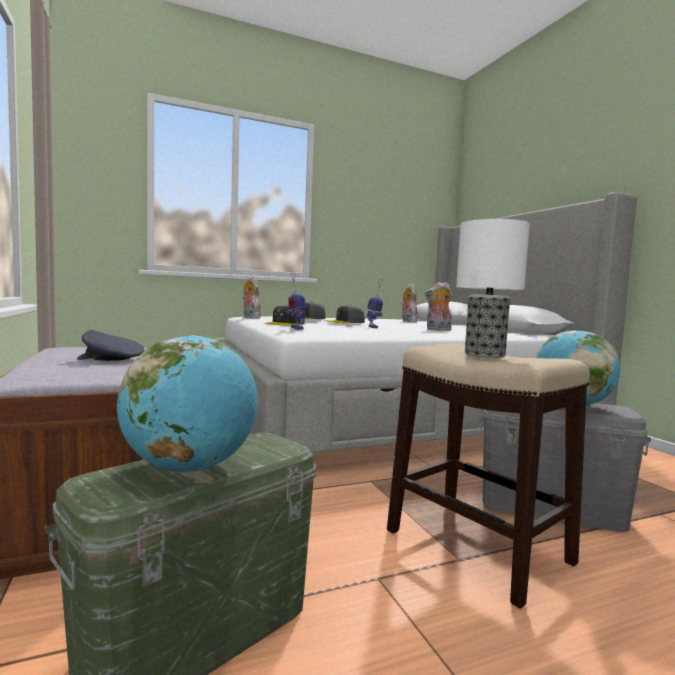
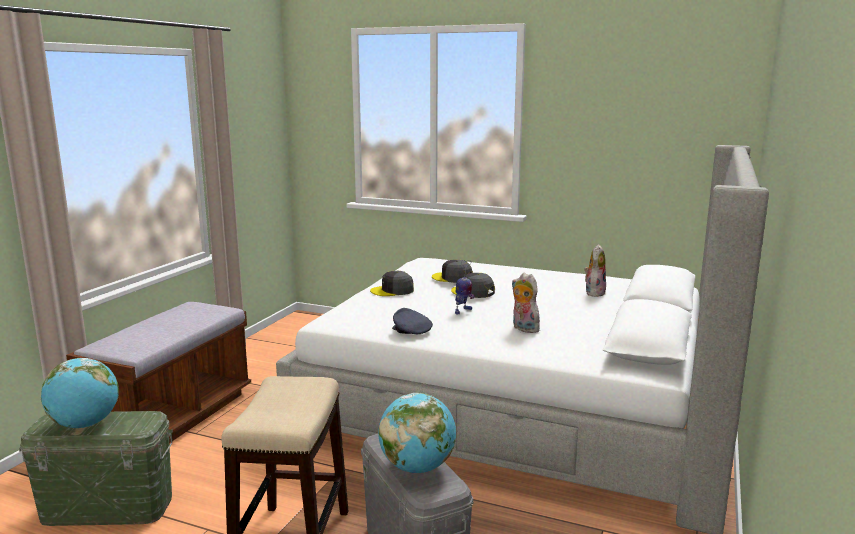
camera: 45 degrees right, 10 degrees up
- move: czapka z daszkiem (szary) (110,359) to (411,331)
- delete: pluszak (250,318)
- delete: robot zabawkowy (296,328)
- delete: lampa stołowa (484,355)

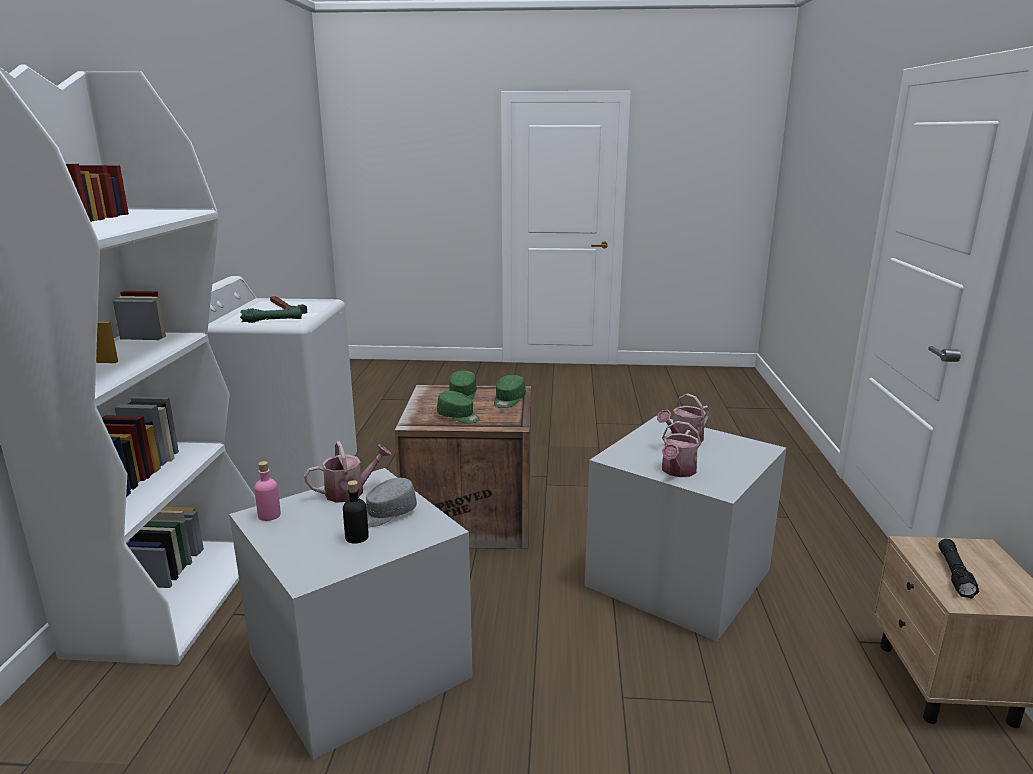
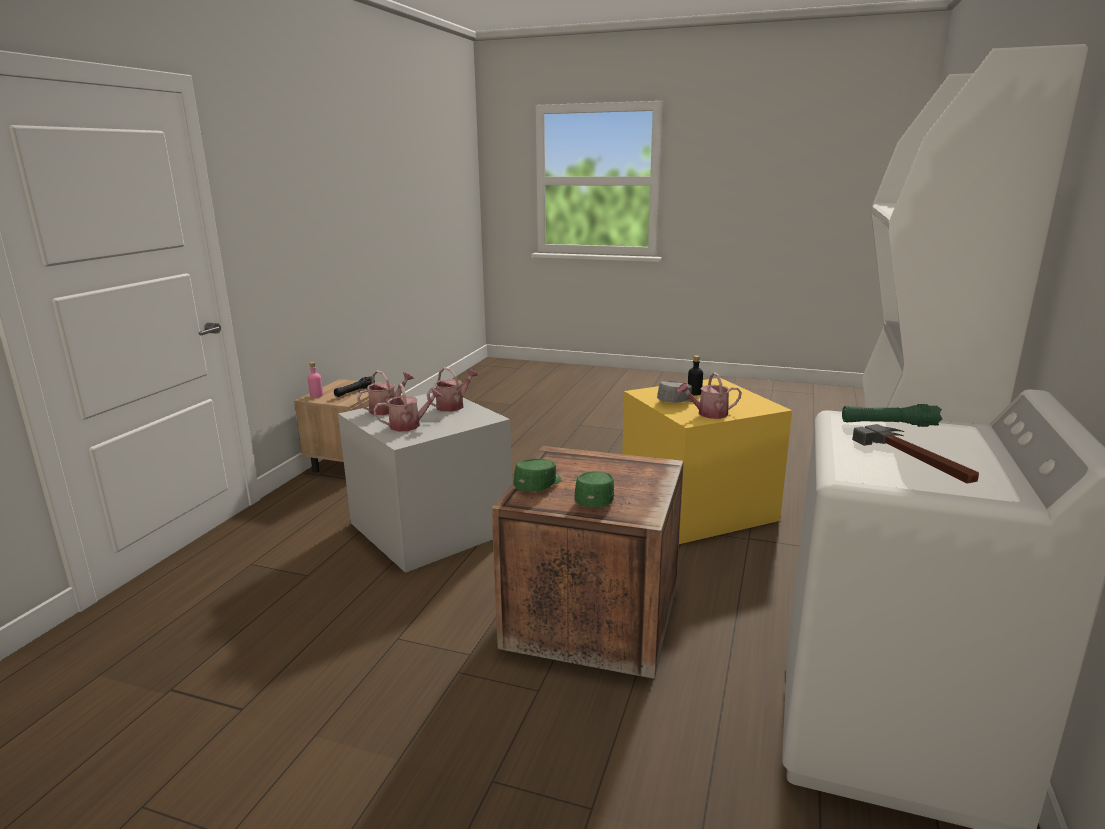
camera: 165 degrees left, 0 degrees up
- recolor: pojemnik do przechowywania (szary) (363,666) to pojemnik do przechowywania (żółty) (694,506)
- move: butelka (różowy) (269,515) to (316,395)
- delete: czapka z daszkiem (zielony) (459,417)
- insert: konewka (387,409)

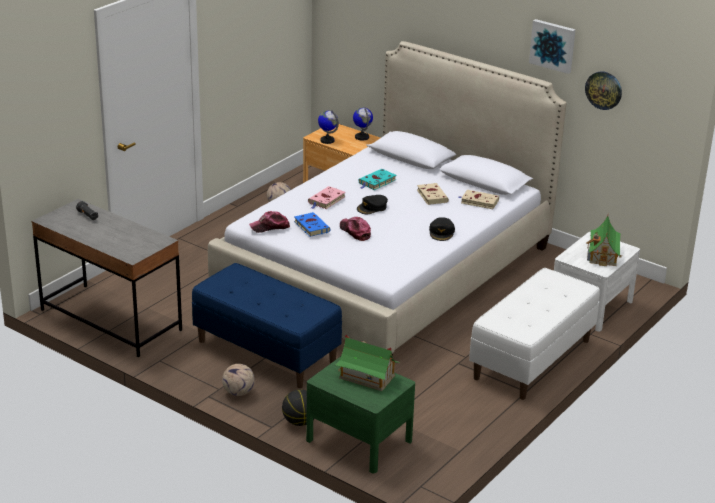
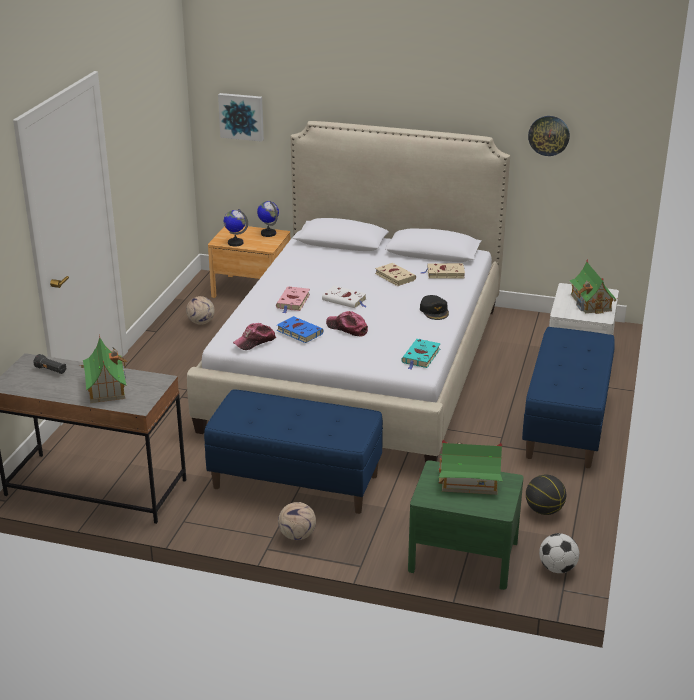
camera: 20 degrees left, 0 degrees up
- move: piłka do koszykówki (299,422) to (544,510)
- replace: czapka z daszkiem (czarny) (372,208) to książka (biały) (345,300)
- move: książka (turkusowy) (376,182) to (421,357)
- recolor: ławka (biały) (532,360) to ławka (niebieski) (566,424)
- move: obraz (553,45) to (241,116)
- insert: domek (106,387)
- insert: piłka futbolowa (557,568)

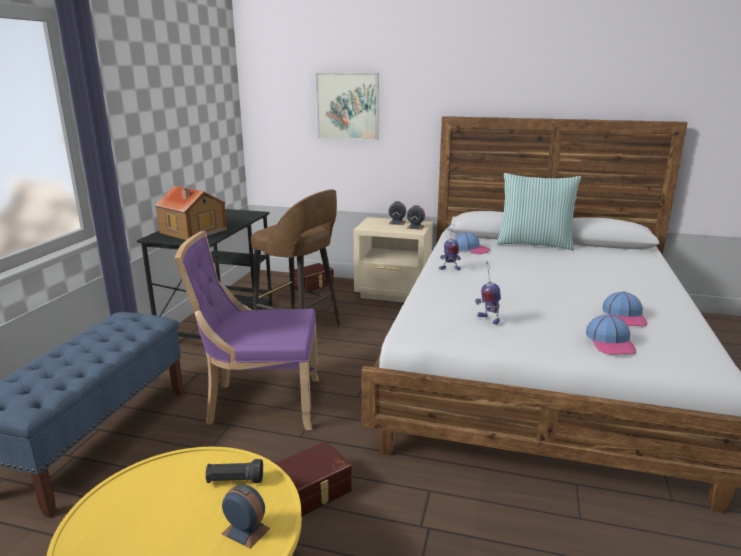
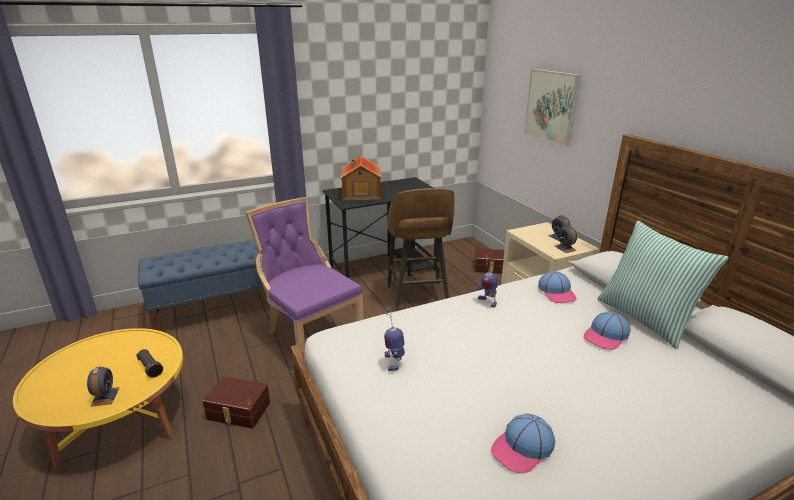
camera: 50 degrees right, 5 degrees up
- move: czapka z daszkiem (610,343) to (606,336)

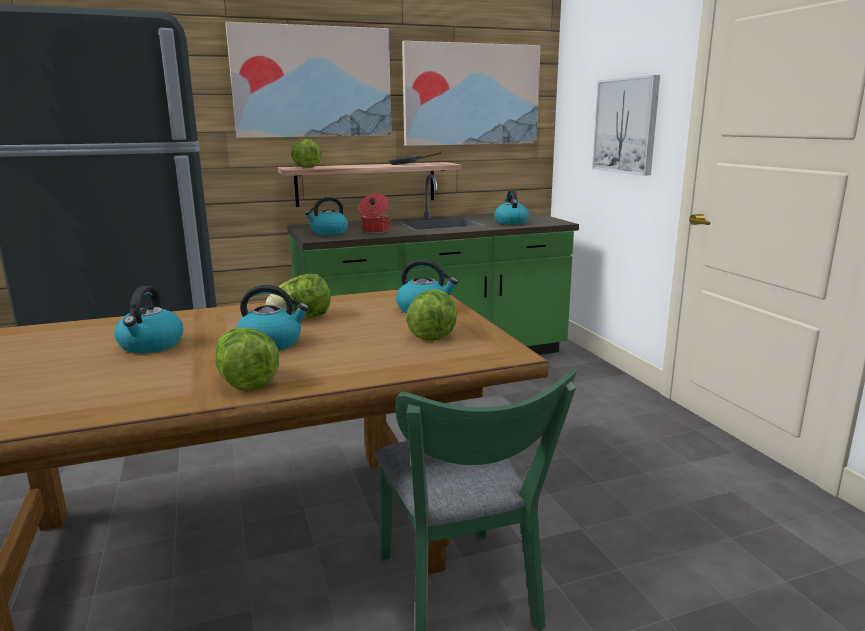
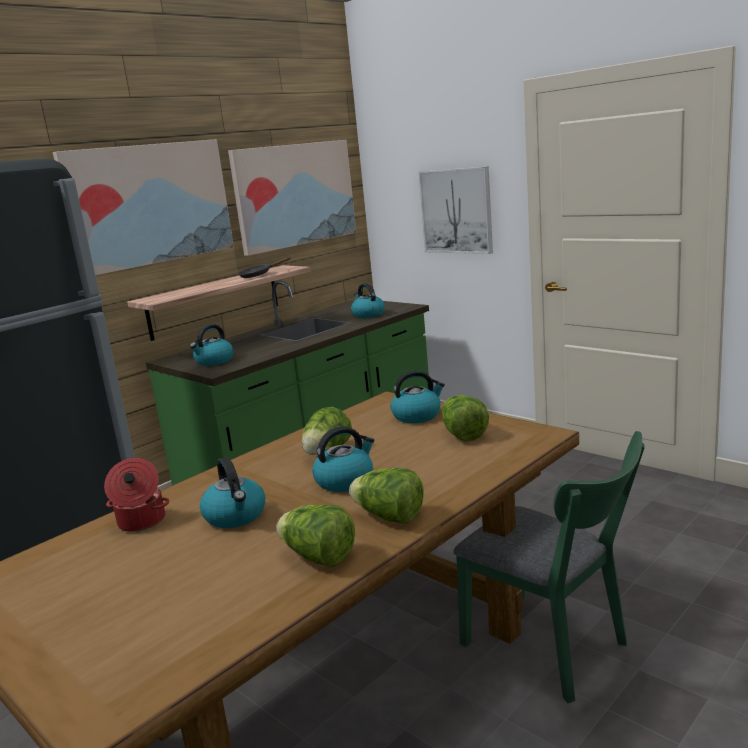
camera: 25 degrees left, 0 degrees up
- move: sałata (304,167) to (318,557)
- move: garnek (375,231) to (141,522)

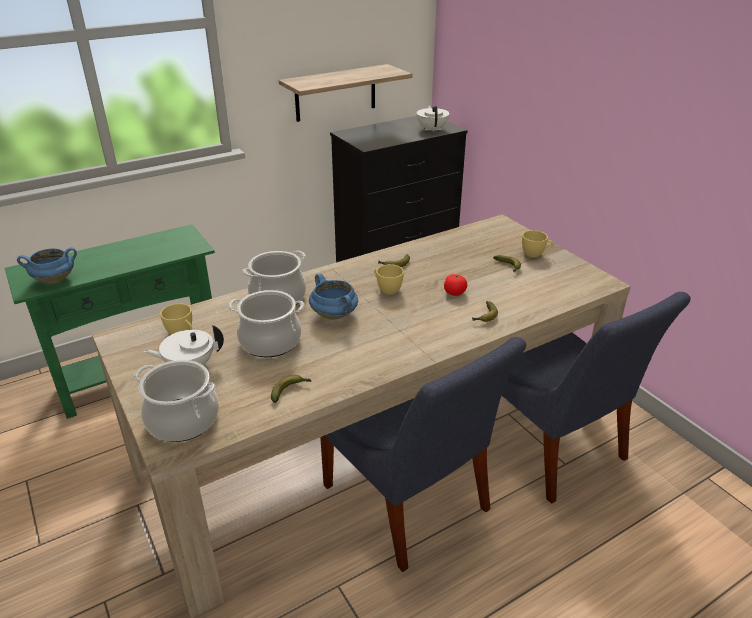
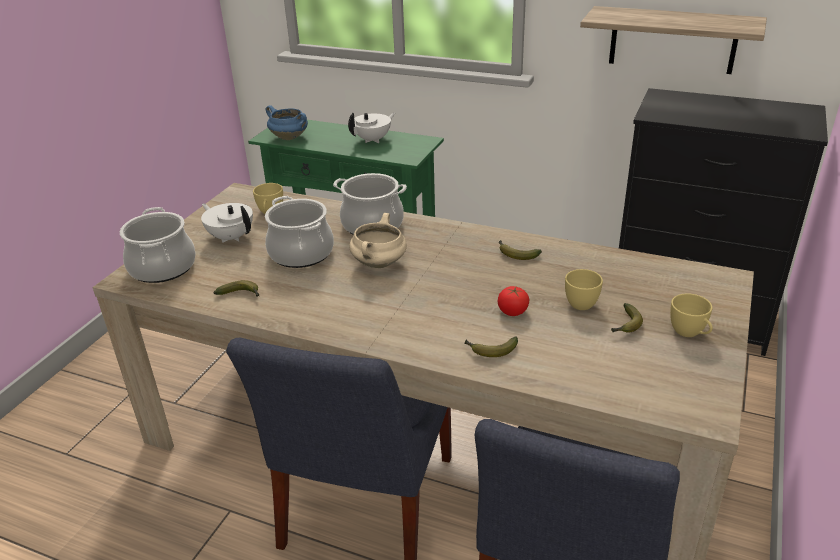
camera: 55 degrees right, 0 degrees up
- recolor: garnek (niebieski) (335,315) to garnek (beżowy) (379,264)
- move: filiżanka (żółty) (387,289) to (580,302)
- move: imbryk (biały) (432,129) to (373,140)

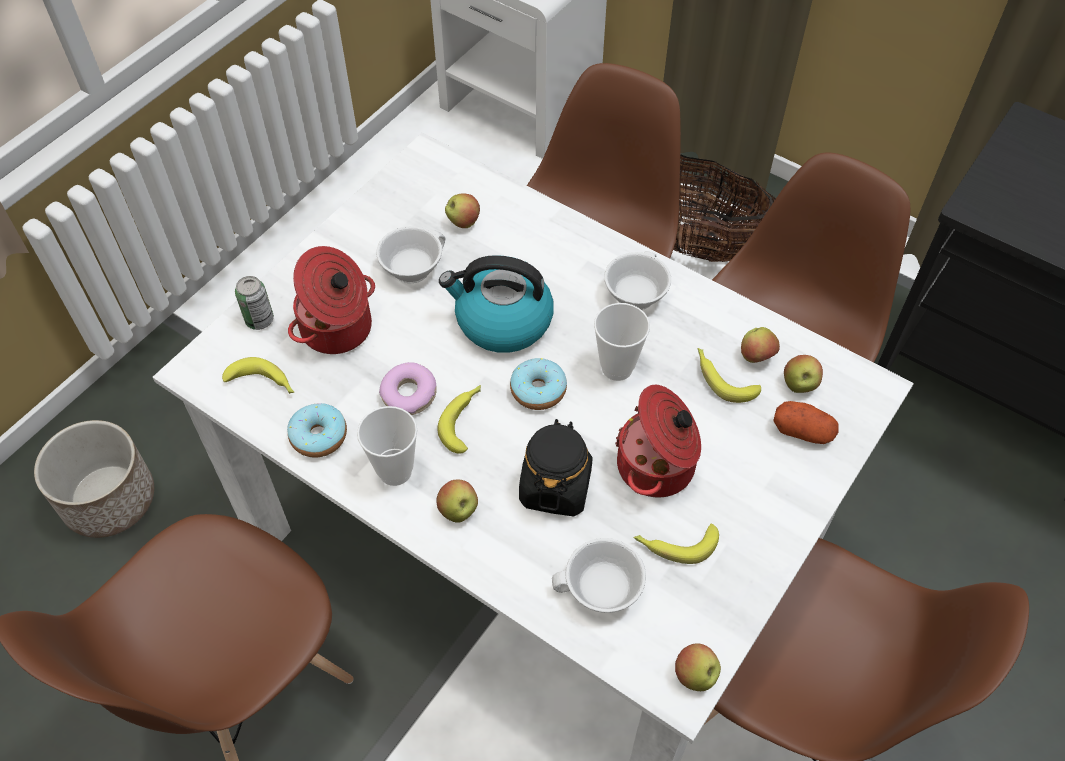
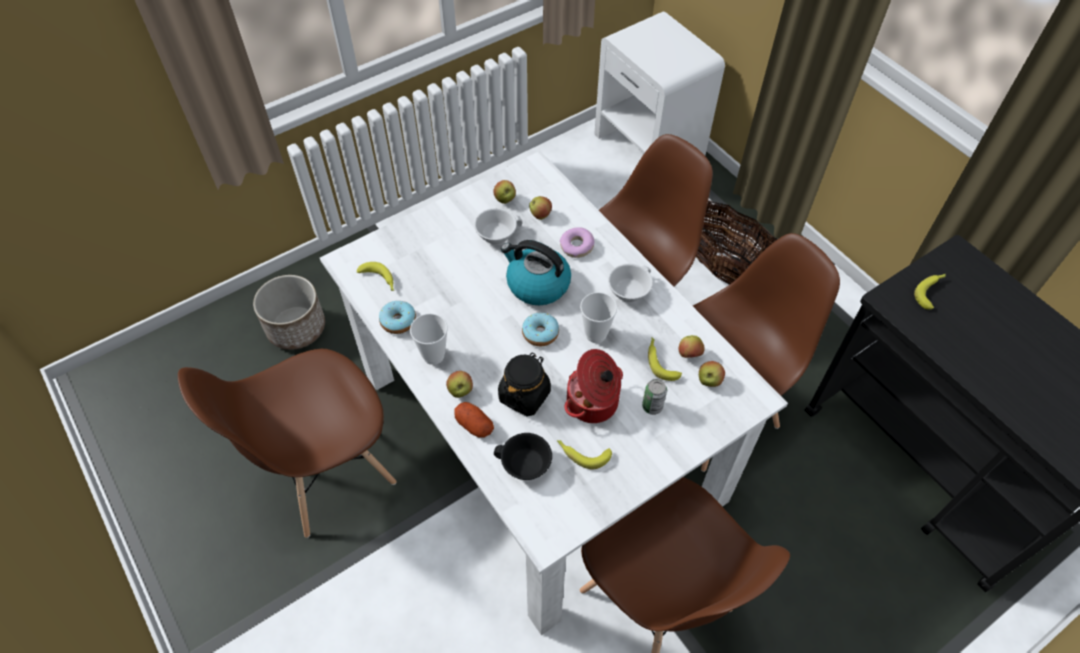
camera: 20 degrees right, 0 degrees up
- move: puszka (259,320) to (652,406)
- delete: garnek (338,329)
- move: donut (409,395) to (576,246)
- move: banan (464,420) to (930,292)
- recolor: filiżanka (biały) (601,591) to filiżanka (czarny) (524,466)
- move: jabłko (695,676) to (505,199)
- move: ziemniak (803,431) to (474,425)

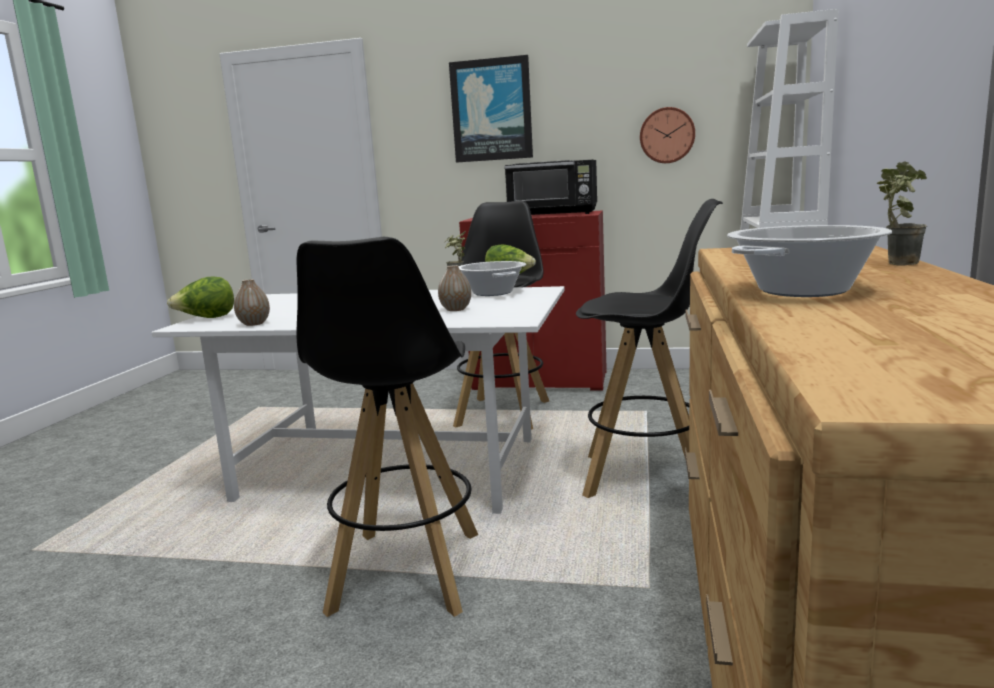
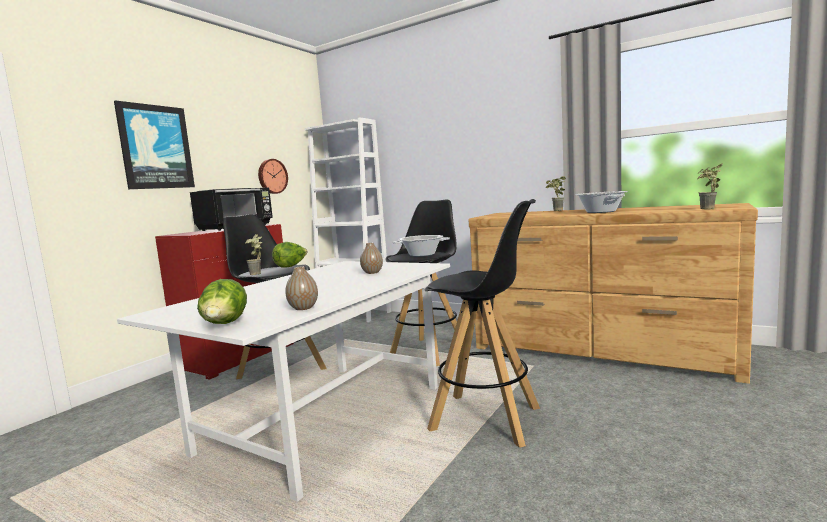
camera: 70 degrees left, 5 degrees down
- move: garnek (493,293) to (422,254)
- insert: roślina doniczkowa (707,209)

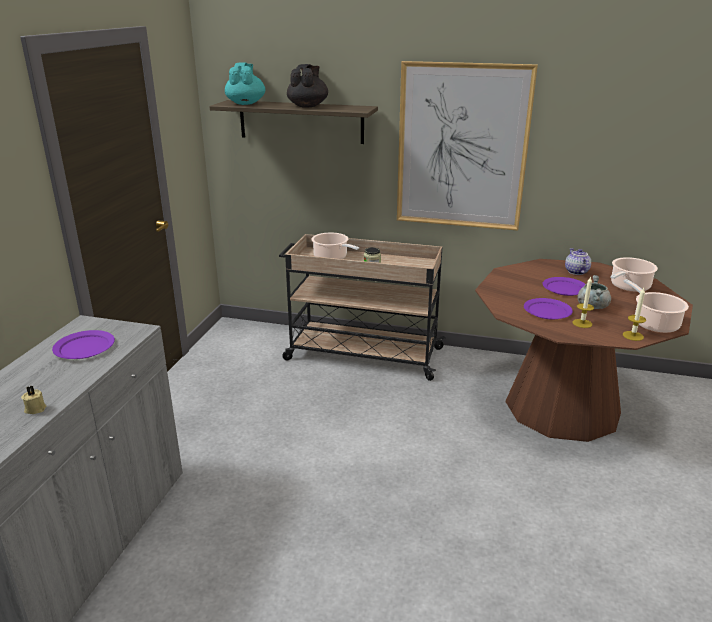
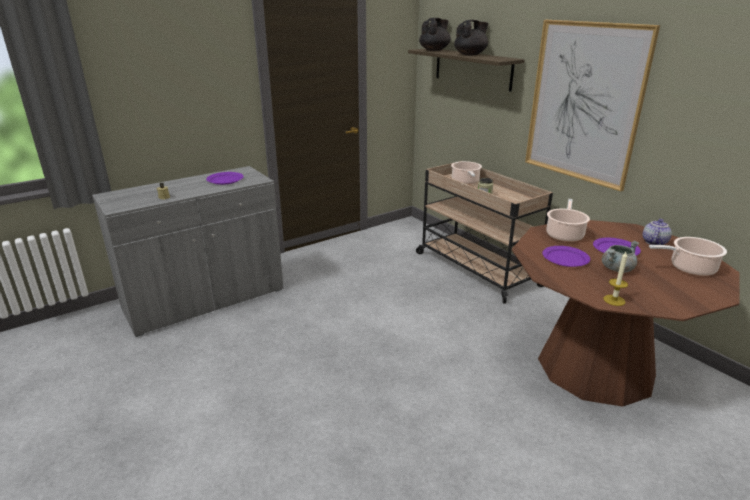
camera: 40 degrees right, 0 degrees up
- recolor: imbryk (turkusowy) (246,103) to imbryk (czarny) (434,50)
- delete: świeca (582,323)
- move: garnek (653,323) to (564,234)

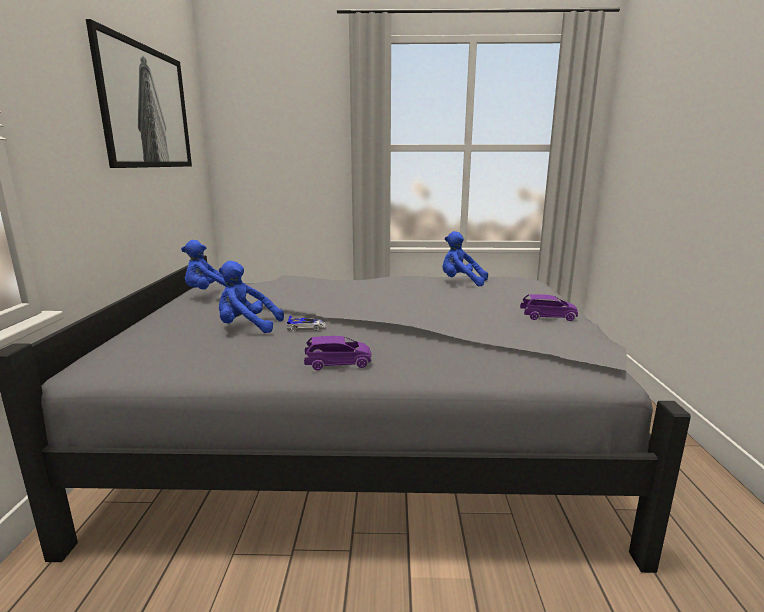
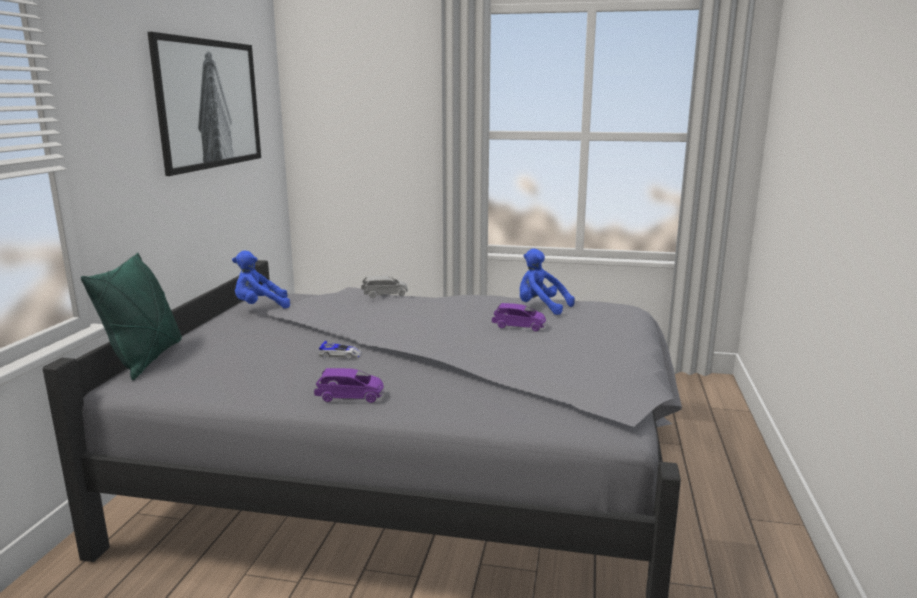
camera: 10 degrees right, 0 degrees up
- delete: pluszak (niebieski) (247,327)
- move: samochodzik (fioletowy) (548,317) to (519,326)
- insert: poduszka (zielony) (146,359)
- insert: samochodzik (szary) (385,294)

